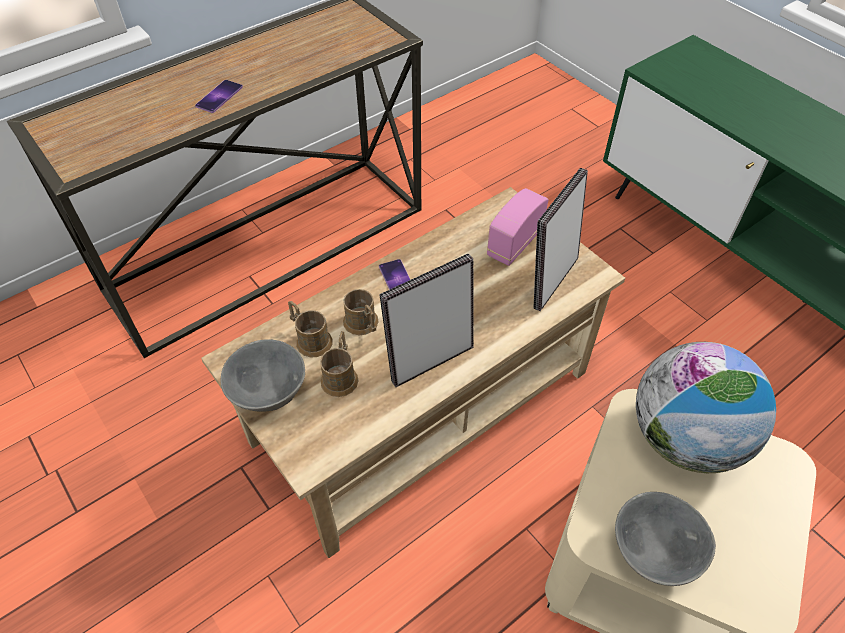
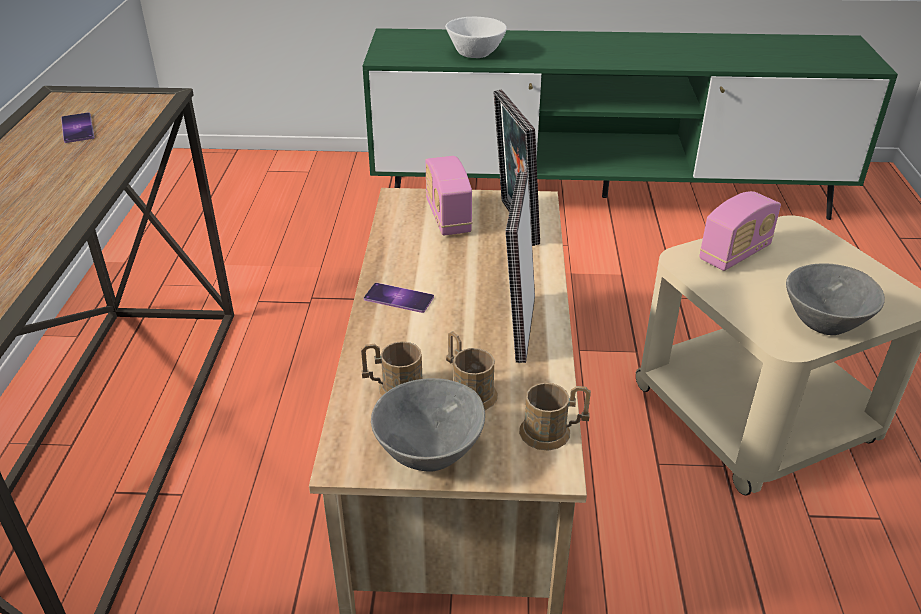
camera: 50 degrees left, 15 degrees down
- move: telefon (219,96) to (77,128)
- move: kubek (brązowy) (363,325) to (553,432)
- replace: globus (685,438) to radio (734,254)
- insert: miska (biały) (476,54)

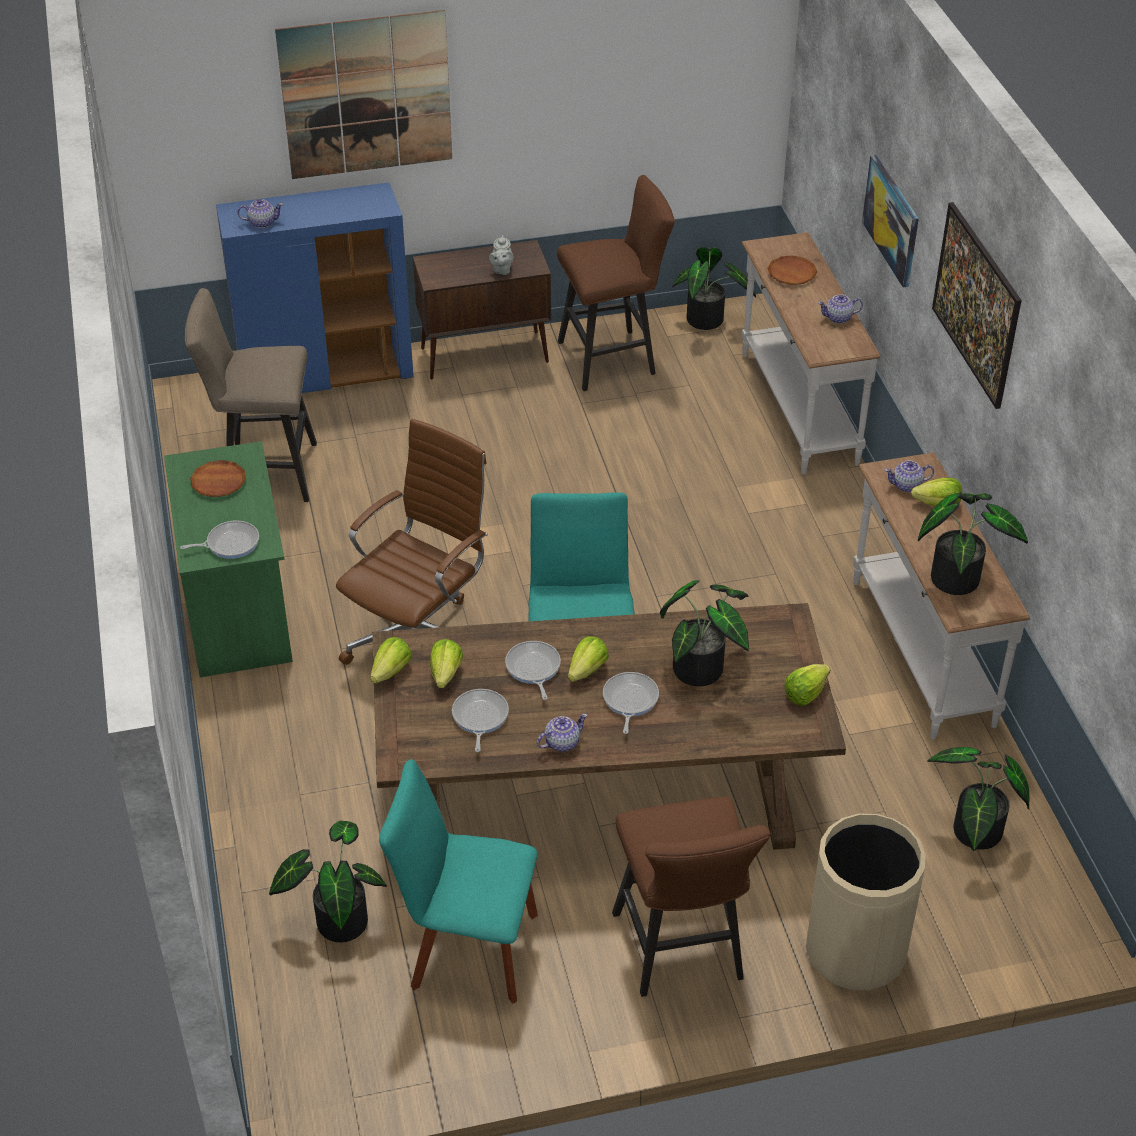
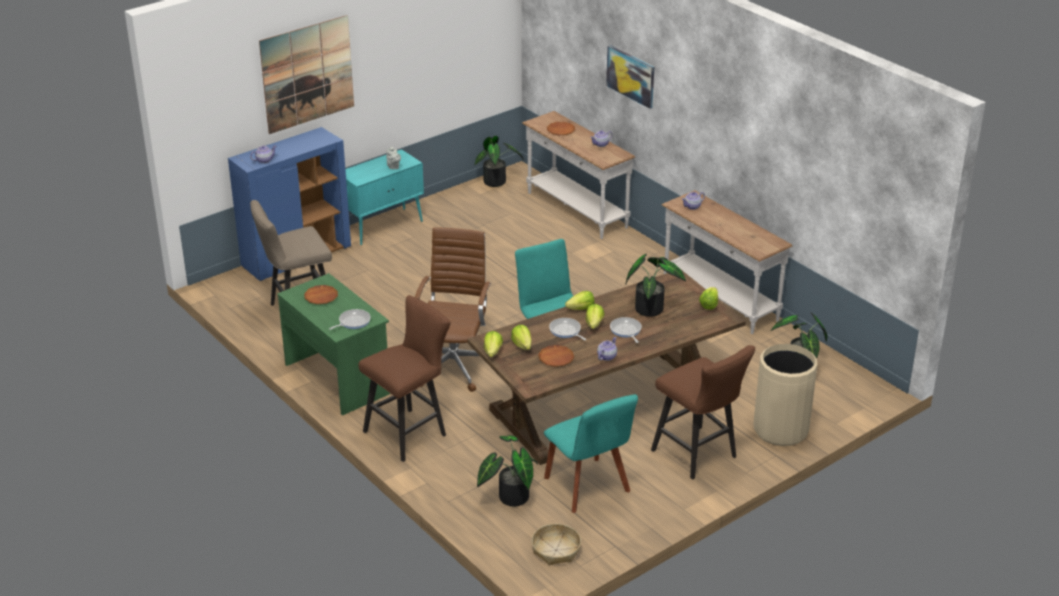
camera: 25 degrees left, 10 degrees down
- rotate: krzesło (turkusowy) (467,948) = (588,487) 105 degrees counterclockwise
- recolor: szafka (brązowy) (486,355) to szafka (turkusowy) (383,226)
- replace: patelnia (479,718) to talerz (brązowy) (556,358)
- move: stołek (brązowy) (614,358) to (410,432)
- move: sałata (937,504) to (581,309)
- delete: roślina doniczkowa (959,576)
- delete: obraz (972,330)
- insert: koszyk (556,550)

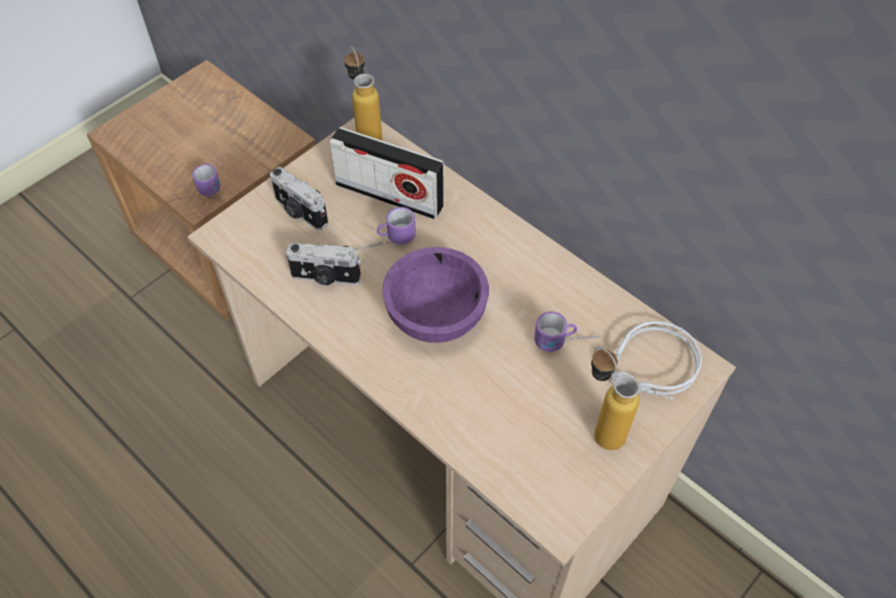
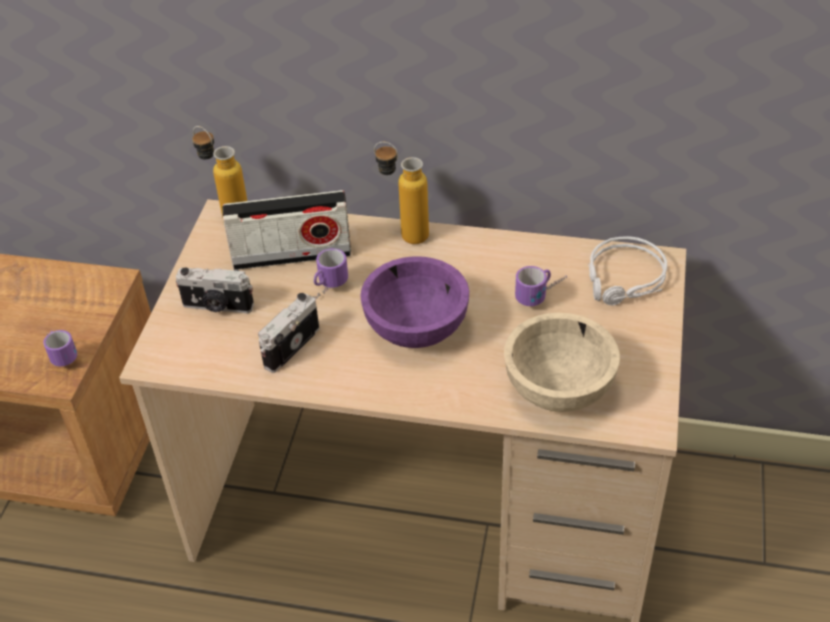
camera: 30 degrees left, 10 degrees down
- rotate: aparat fotograficzny (325,277) = (289,346) 150 degrees clockwise
- move: butelka (600,427) to (404,234)
- insert: miska (beżowy) (559,388)

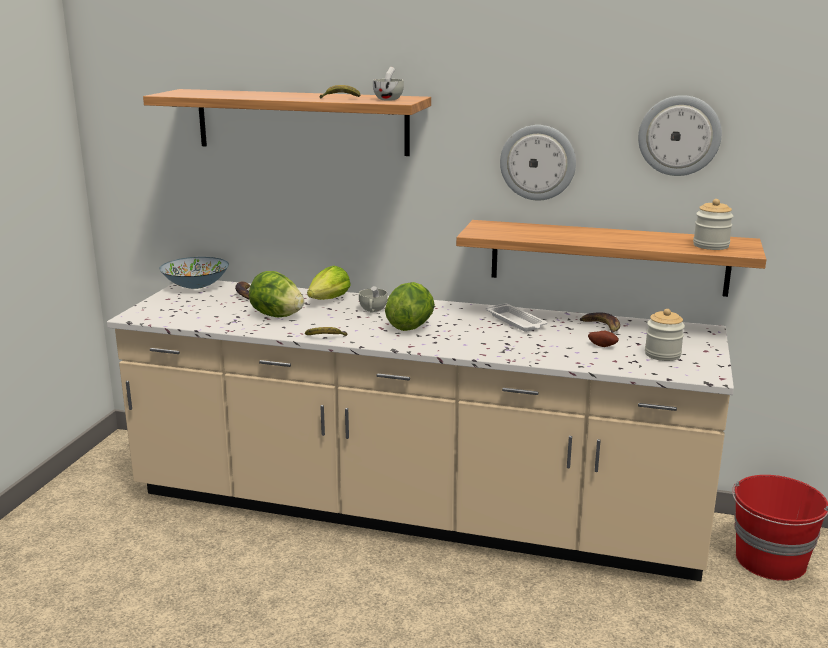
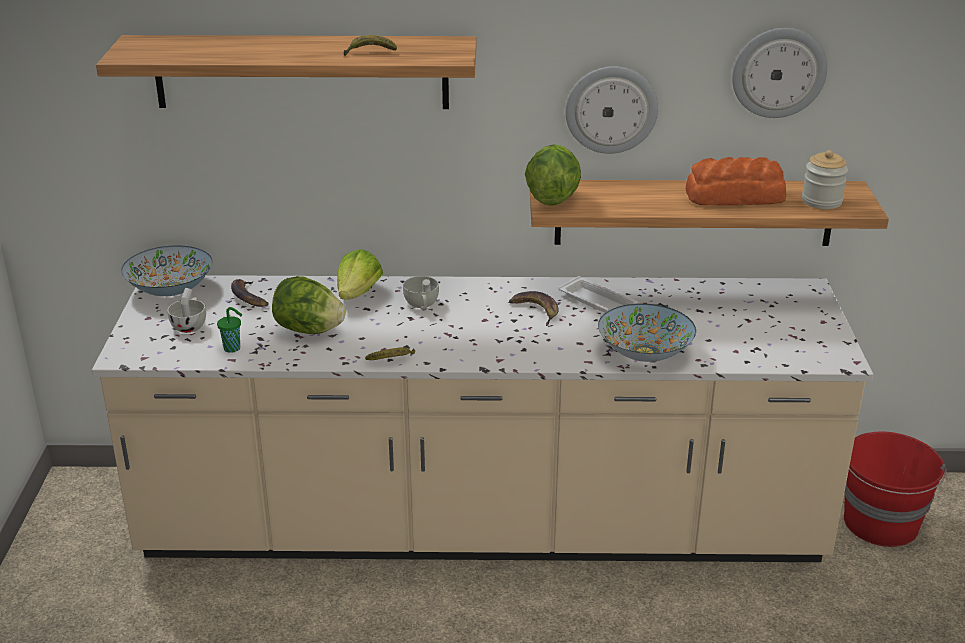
camera: 15 degrees left, 10 degrees up
- move: filiżanka (biały) (390,99) to (190,325)
- move: sałata (410,327) to (551,198)
- move: banan (601,327) to (536,310)
- delete: ziemniak (602,346)
- delete: słoik (662,354)
- insert: filiżanka (zielony) (233,348)
- insert: miska (644,352)
- insert: chleb (736,196)

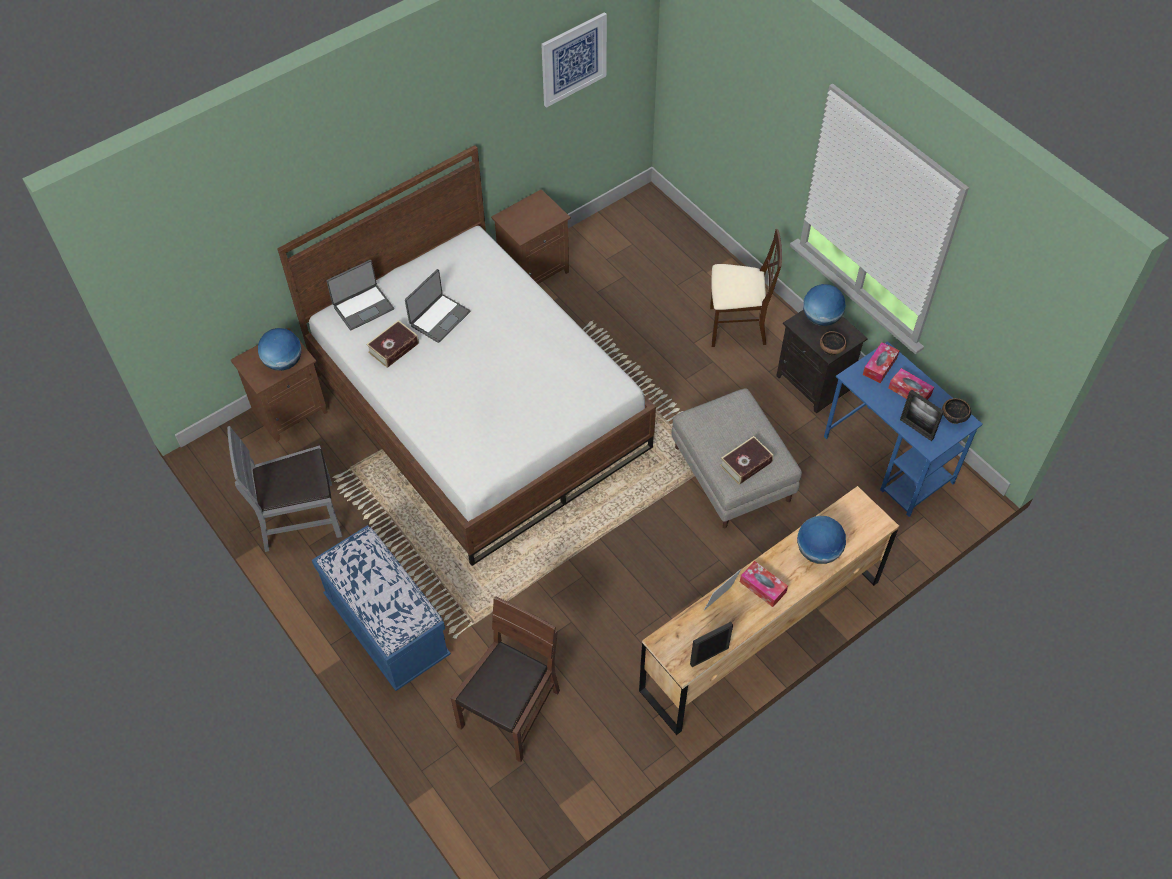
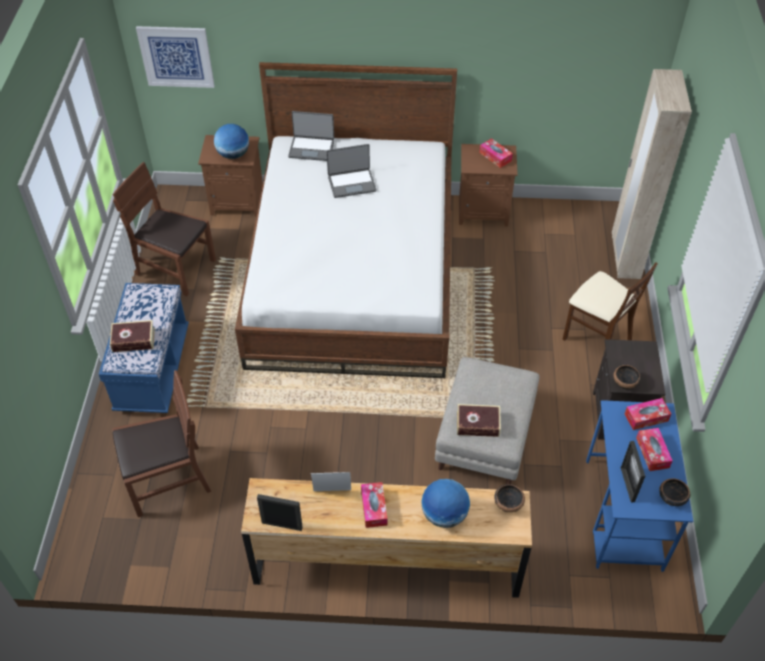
camera: 40 degrees right, 5 degrees down
- recolor: krzesło (szary) (299,517) to krzesło (brązowy) (175,268)
- move: książka (393,348) to (133,340)
- move: obraz (573,59) to (176,56)
- delete: globus (821,318)
- insert: pudełko chusteczek (495,157)
- insert: miska (508,503)
- insert: szafa (beżowy) (625,257)

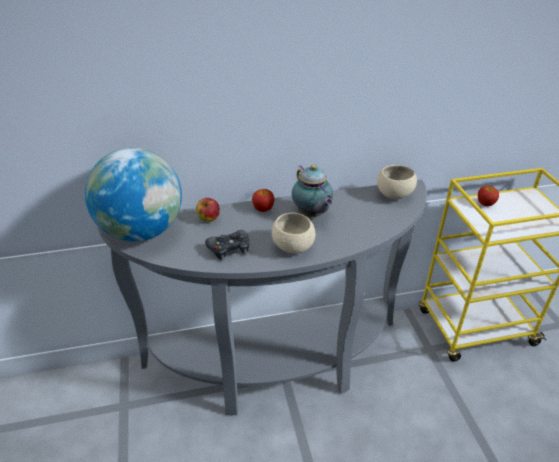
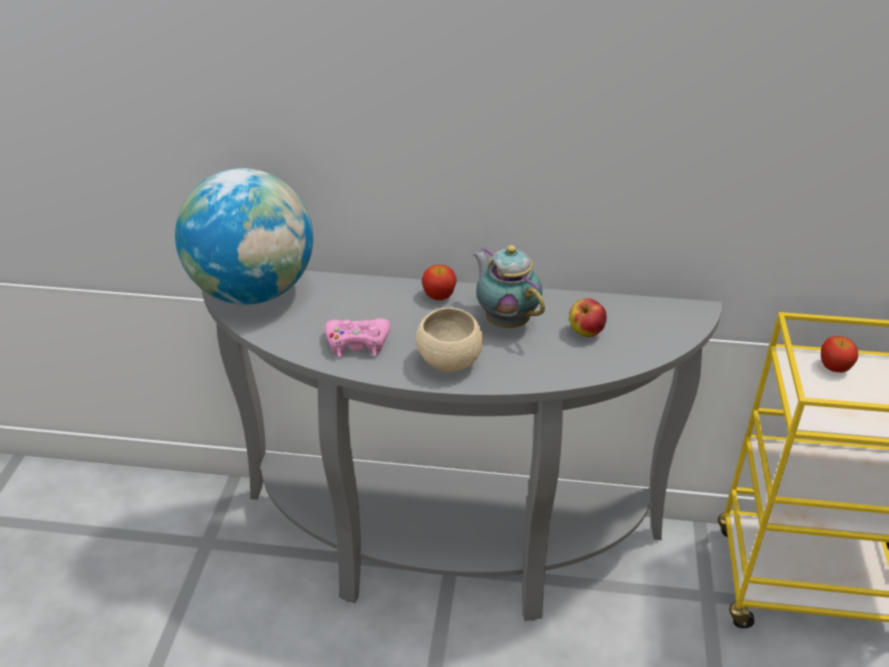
camera: 20 degrees right, 0 degrees up
- move: jabłko (208,219) to (586,332)
- recolor: pad do gier (czarny) (229,249) to pad do gier (różowy) (357,343)
- rotate: imbryk (312,215) = (505,321) 150 degrees clockwise
- delete: miska (beżowy) (394,195)

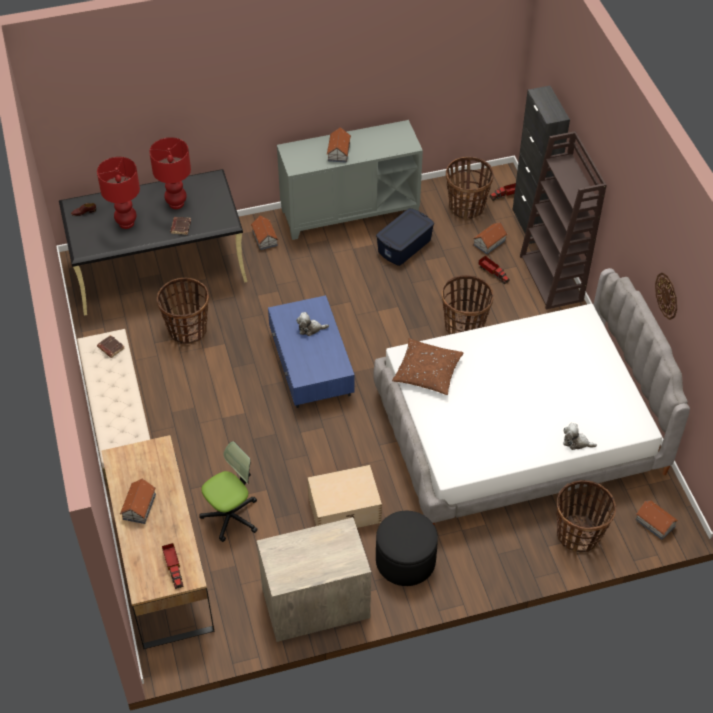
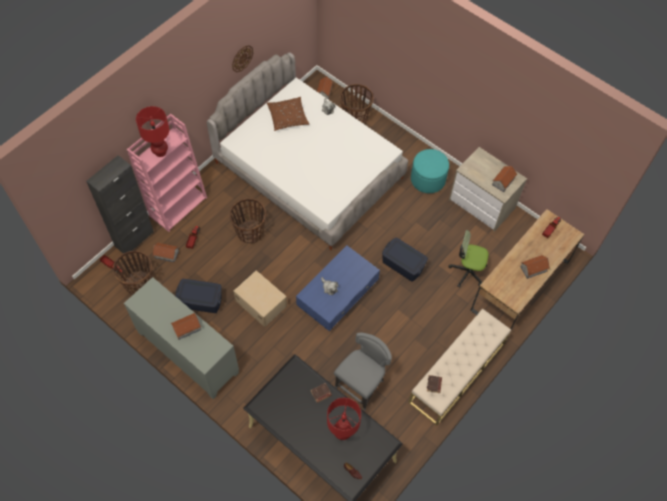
camera: 125 degrees left, 10 degrees up
- move: lampa stołowa (czerwony) (176,203) to (160,152)
- replace: koszyk (187,330) to krzesło (szary) (361,385)
- move: domek (265,238) to (503,181)
- move: pojemnik do przechowywania (beżowy) (345,509) to (261,302)
- recolor: pufa (czarny) (405,561) to pufa (turkusowy) (428,179)
- move: poduszka (brązowy) (427,372) to (287,117)
- recolor: regał (brązowy) (552,278) to regał (różowy) (178,206)
- insert: pojemnik do przechowywania (niebieski) (403,264)

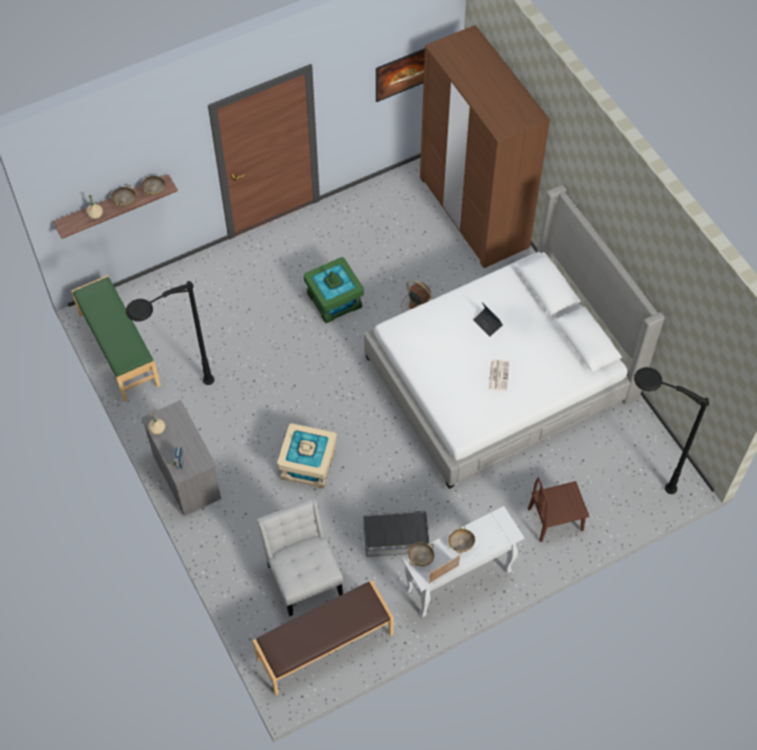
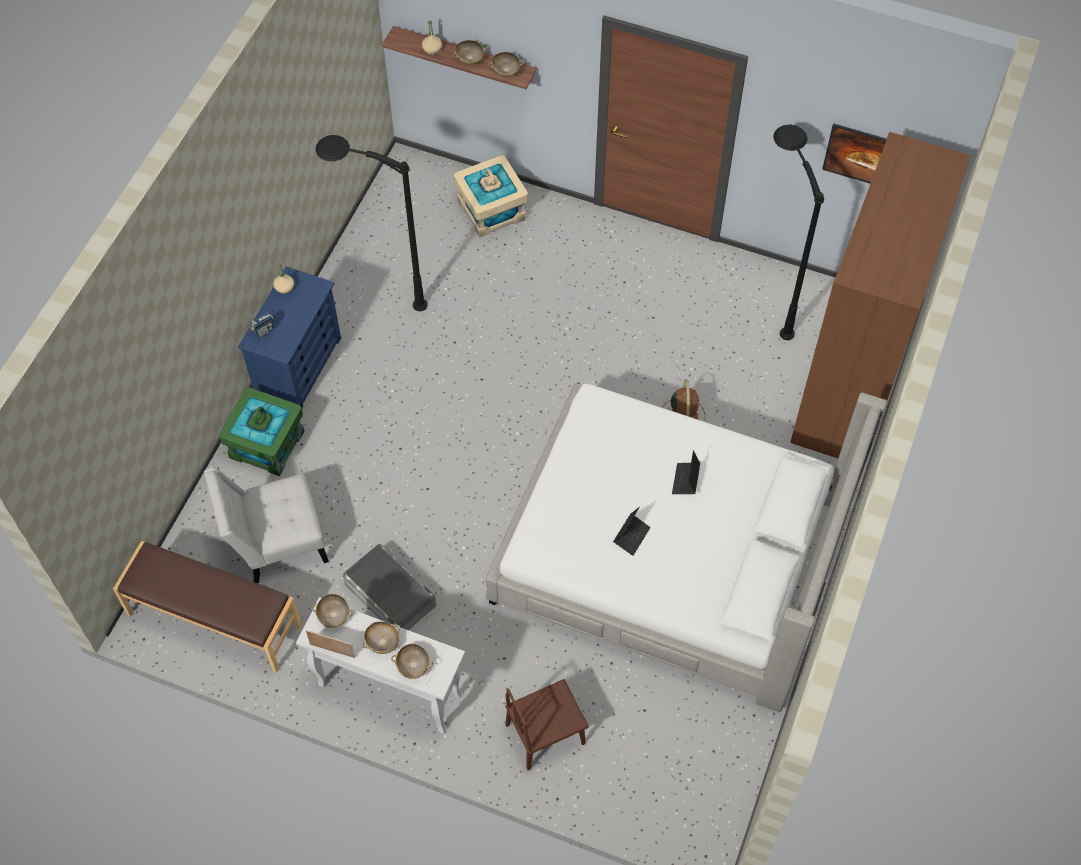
camera: 50 degrees right, 0 degrees up
- delete: ławka (zielony) (118,349)
- recolor: komoda (szary) (186,476) to komoda (niebieski) (299,366)
- rotate: krzesło (biały) (303,575) = (276,543) 135 degrees counterclockwise
- move: pojemnik do przechowywania (beżowy) (308,465) to (491,210)
- move: pojemnik do przechowywania (zielony) (334,300) to (266,444)
- replace: gazeta (498,375) to laptop (631,536)
- rotate: krzesło (brązowy) (555,519) = (545,734) 60 degrees counterclockwise
- move: lampa stojąca (czarny) (633,476) to (768,298)
- insert: miska (beżowy) (413,666)

